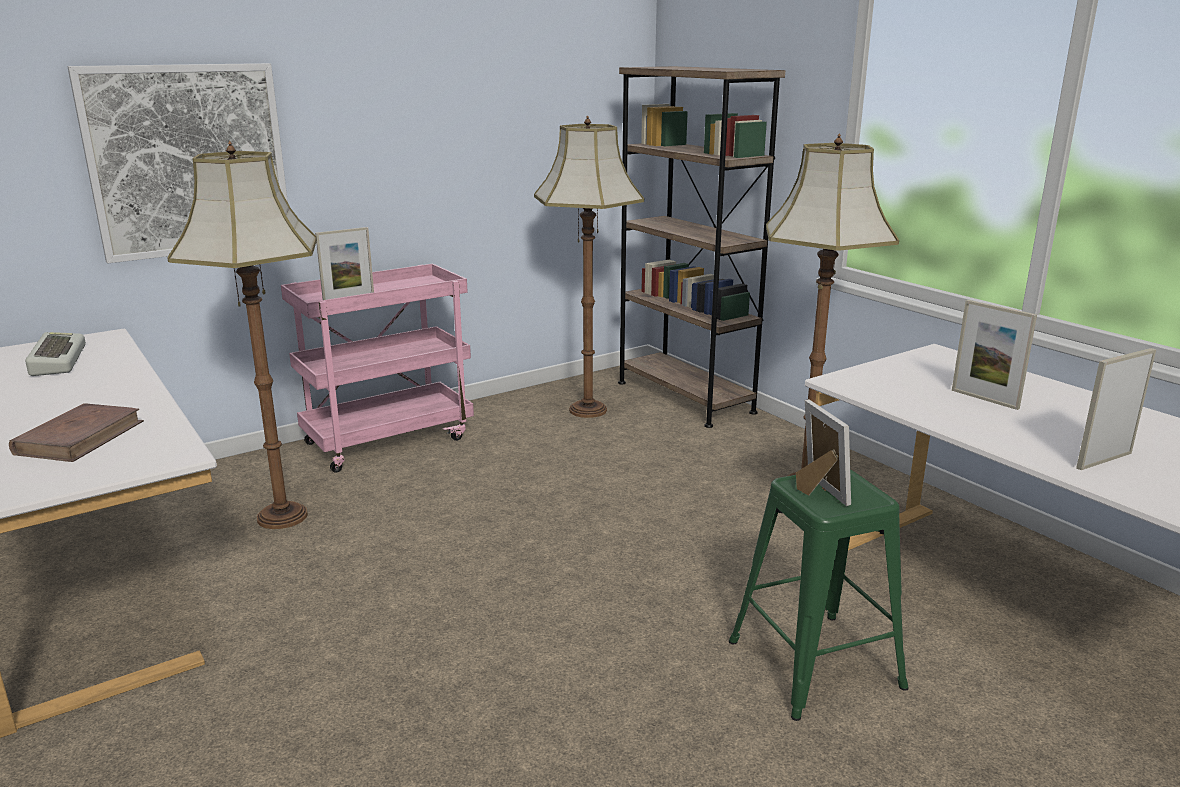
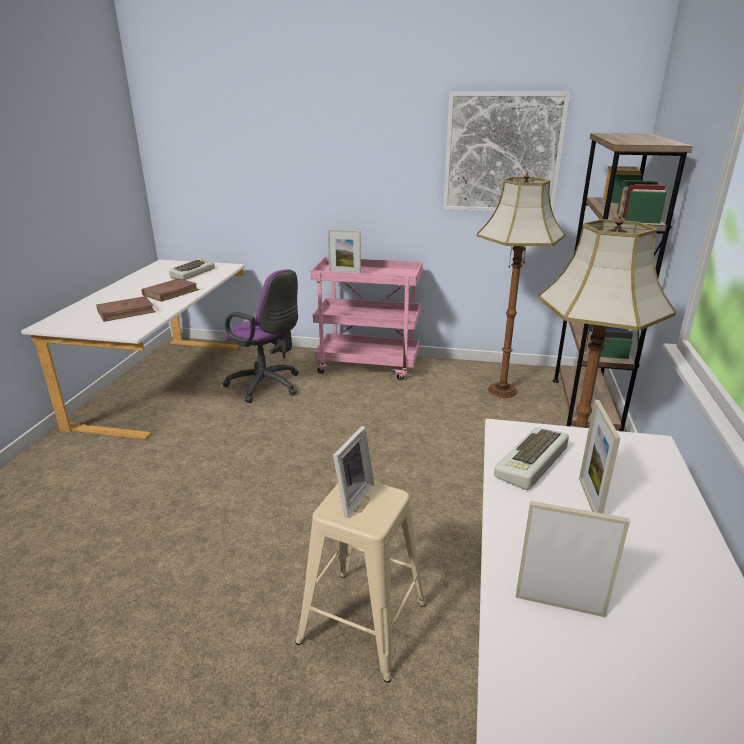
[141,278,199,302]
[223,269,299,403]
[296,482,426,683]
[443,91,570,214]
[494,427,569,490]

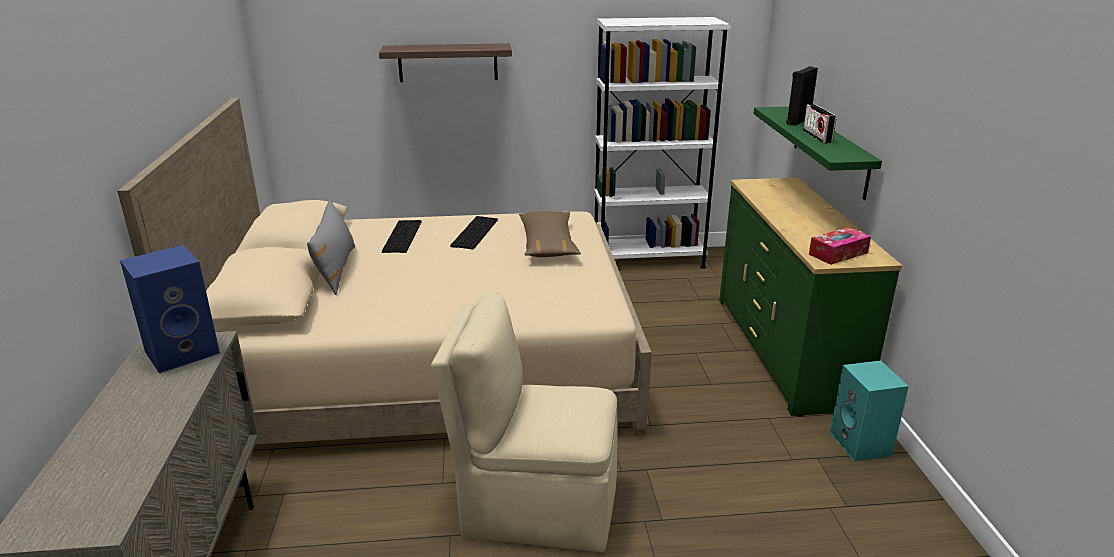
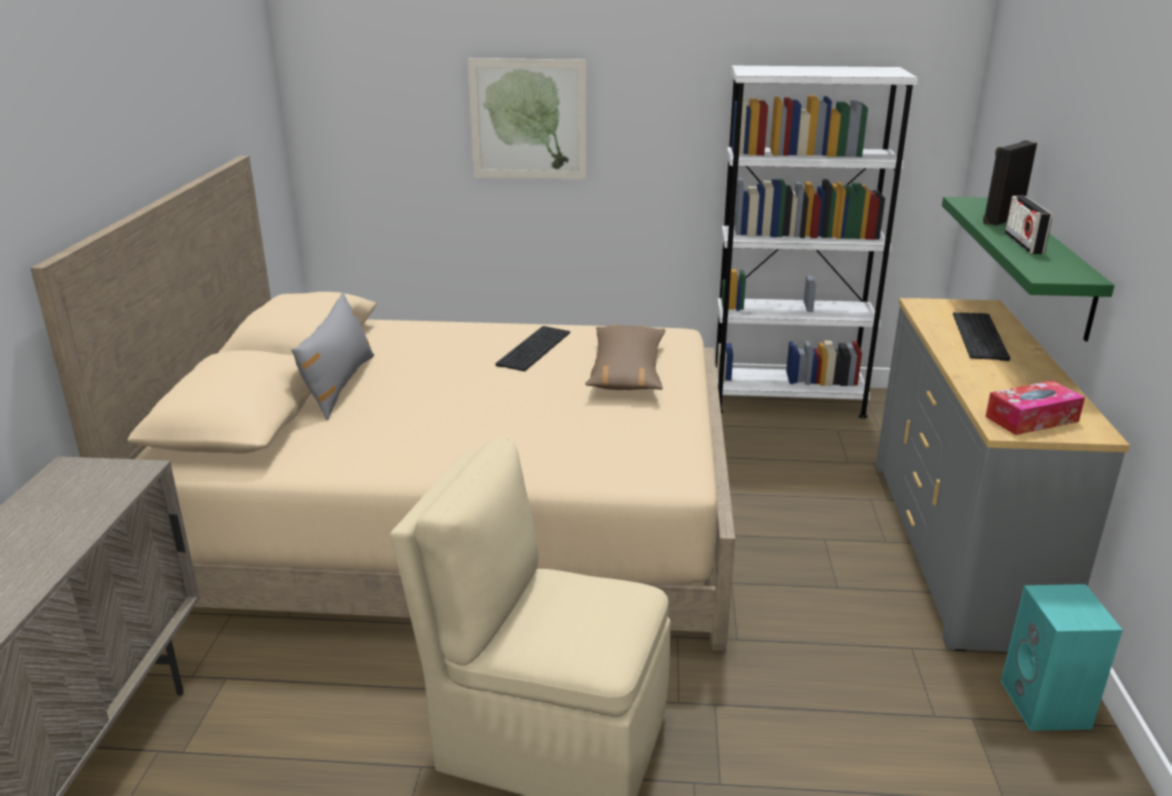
[468,58,587,179]
[876,298,1130,652]
[953,312,1010,361]
[120,245,220,373] (first image)

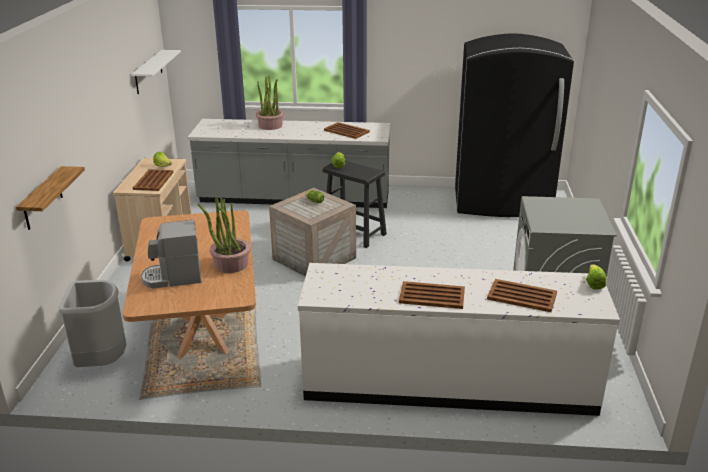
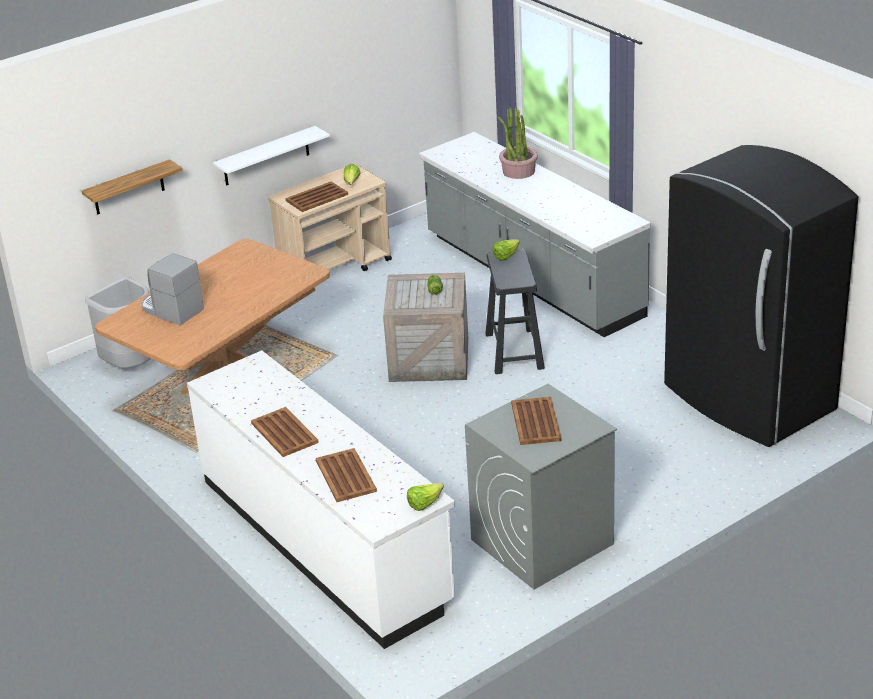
[213,126,330,186]
[511,397,562,445]
[198,197,251,273] (first image)

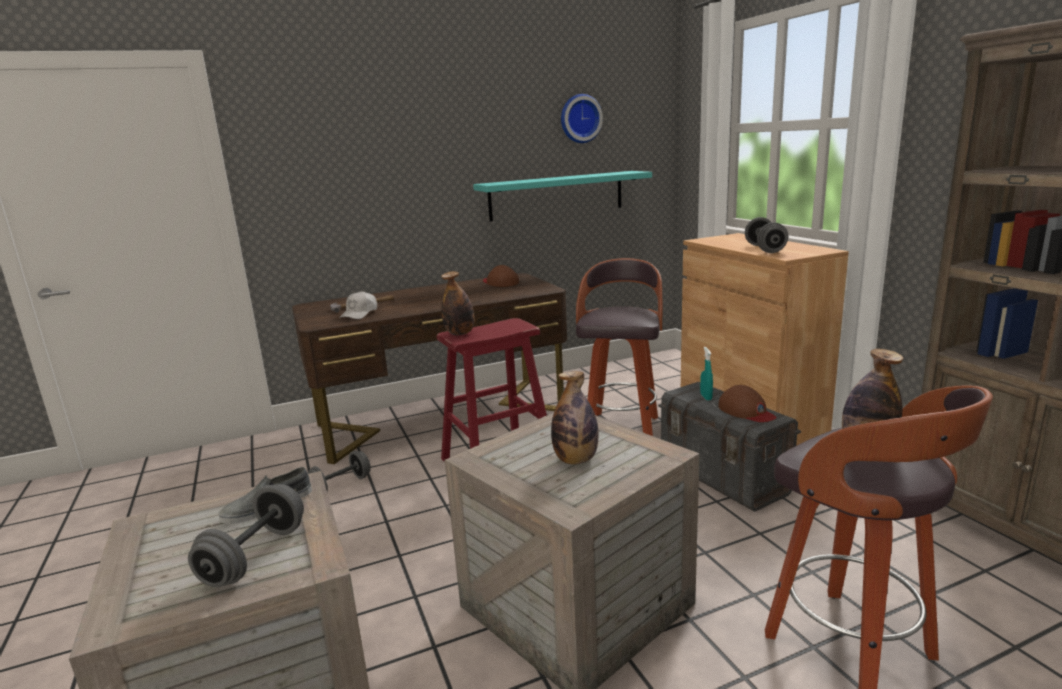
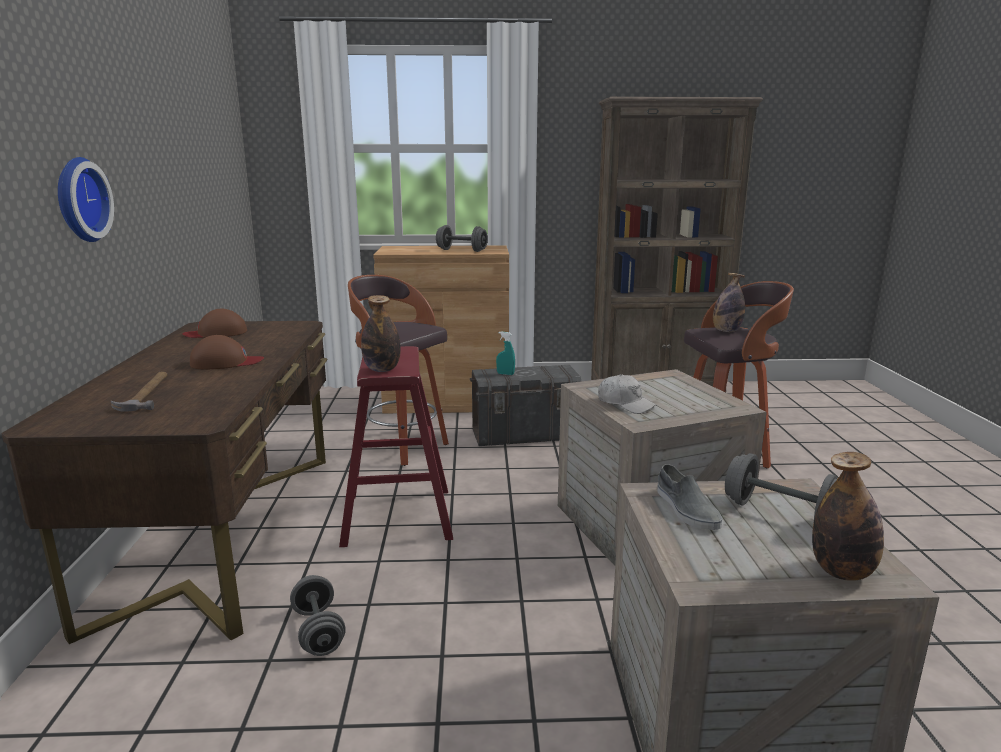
[58,157,114,242]
[190,335,264,369]
[598,374,657,414]
[812,452,884,581]
[473,171,652,222] (first image)

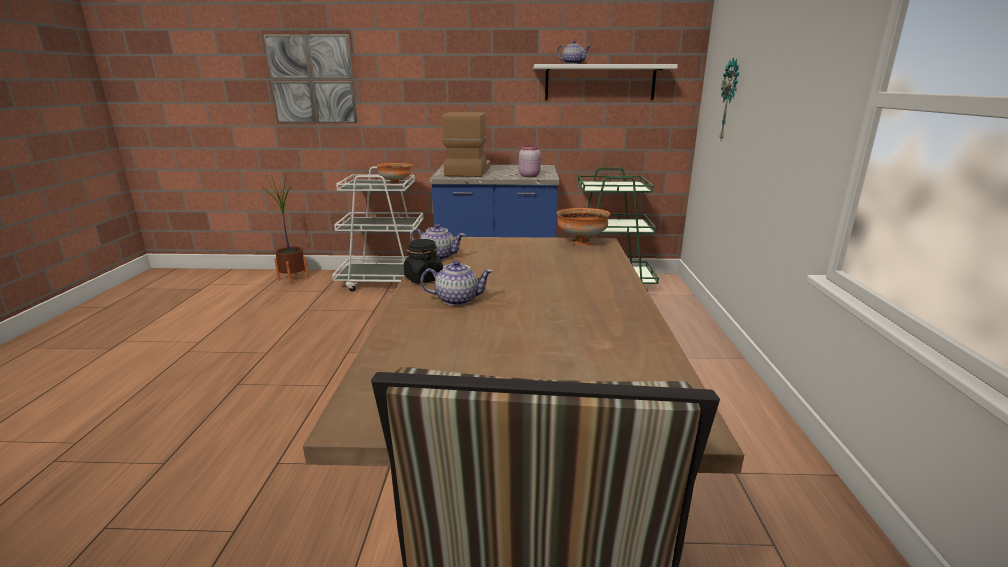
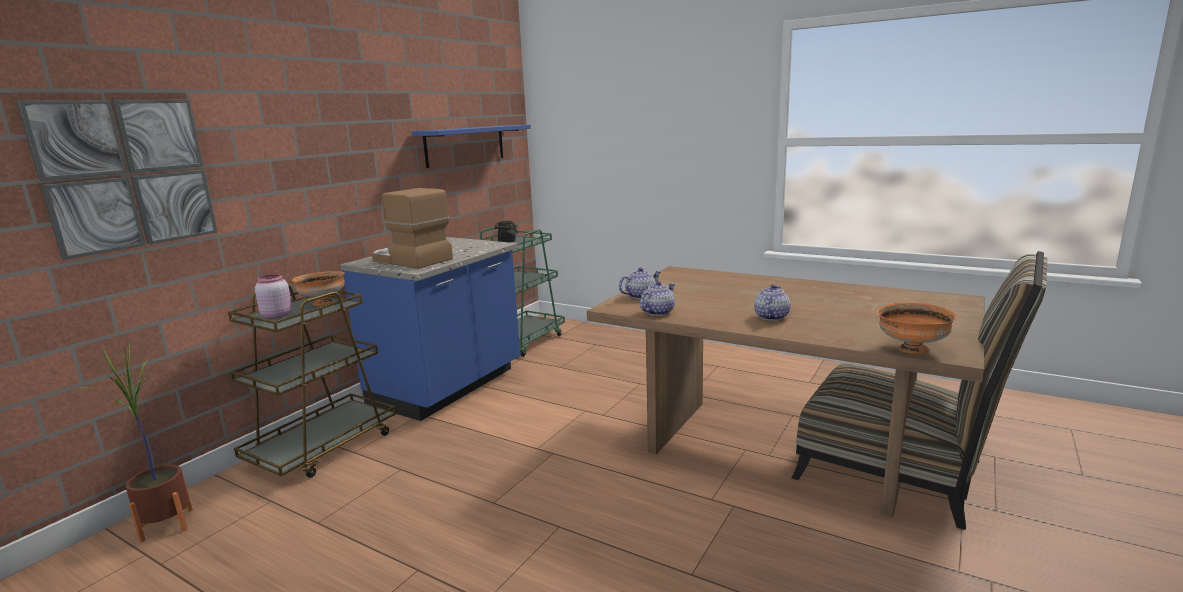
[228,284,396,478]
[255,274,292,319]
[412,125,531,168]
[495,221,518,242]
[619,267,661,299]
[877,303,957,354]
[719,57,739,140] (first image)

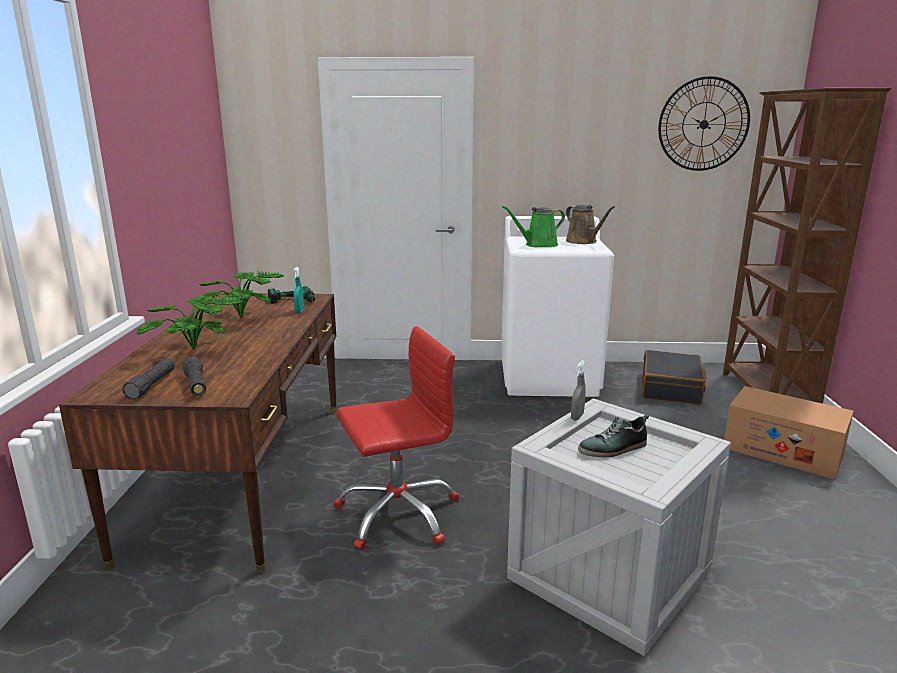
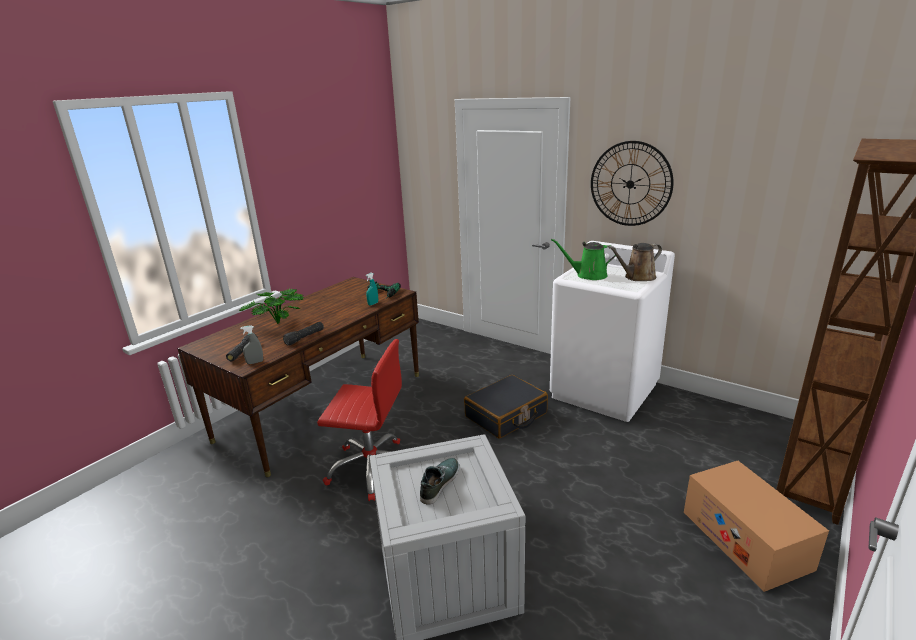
[240,325,263,364]
[283,322,324,345]
[420,458,459,505]
[464,375,548,438]
[591,141,674,226]
[608,243,662,281]
[199,271,284,318] (first image)

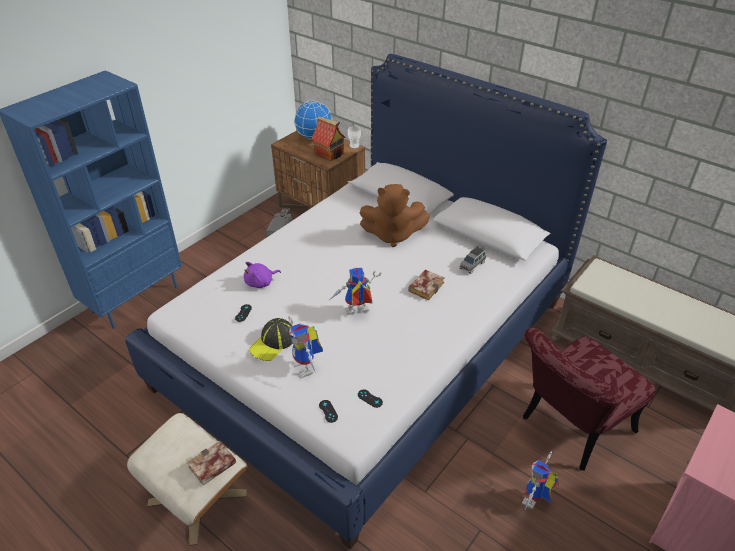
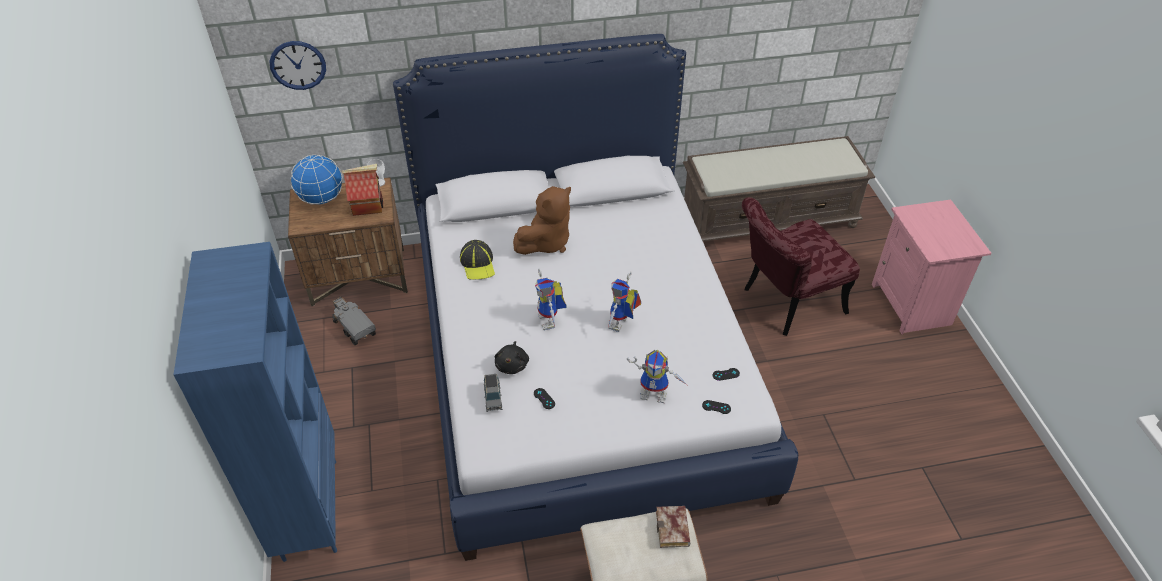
[269,41,326,90]
[460,240,495,280]
[484,374,502,412]
[495,341,529,374]
[535,269,567,330]
[742,197,860,336]
[408,270,445,300] (first image)

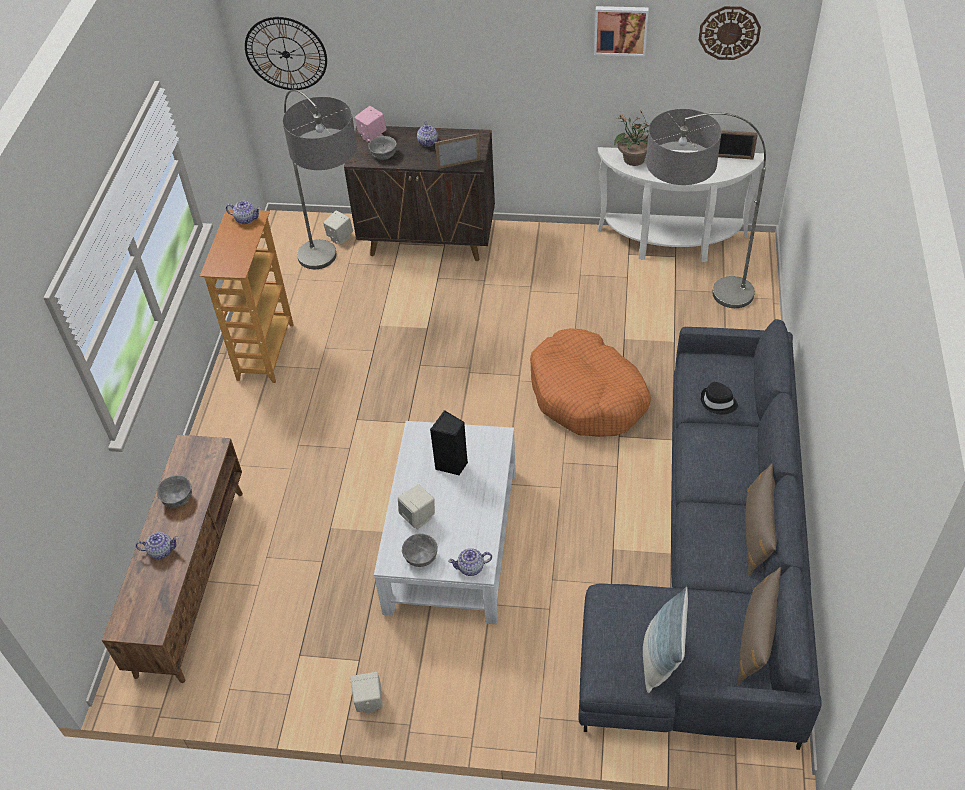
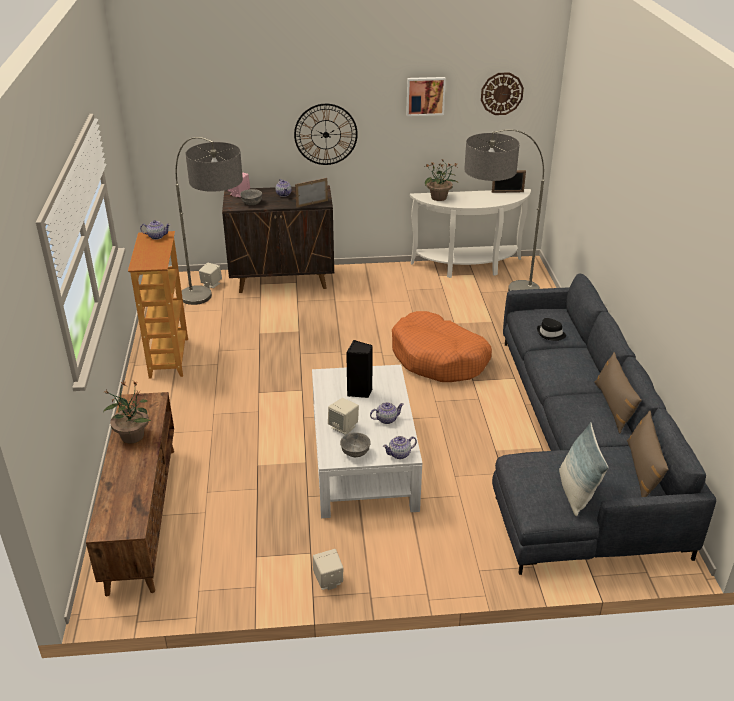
[103,380,151,444]
[294,104,358,165]
[370,402,404,424]

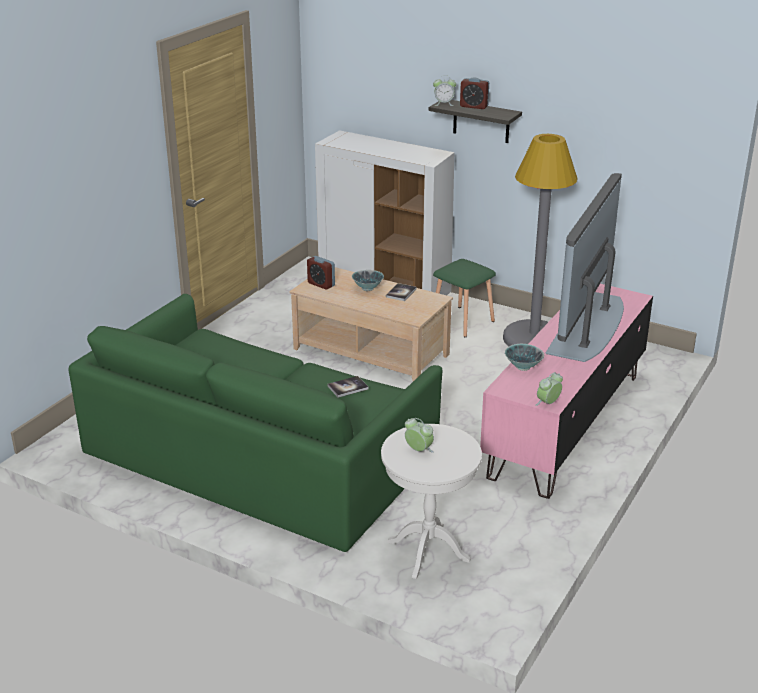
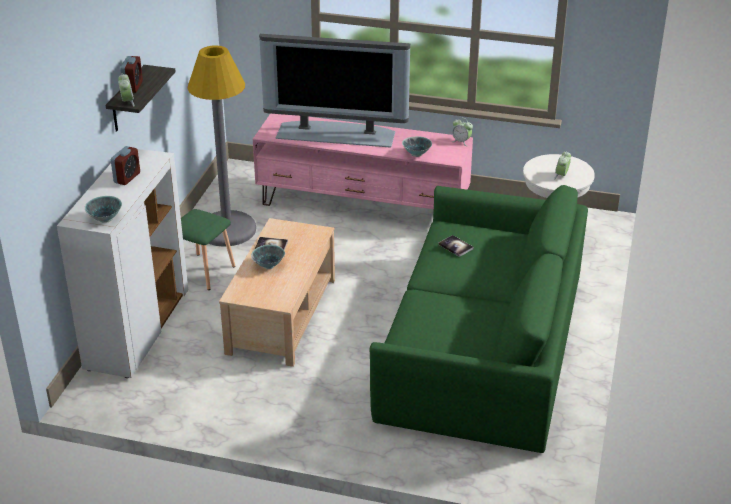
[85,196,122,223]
[111,146,140,185]

